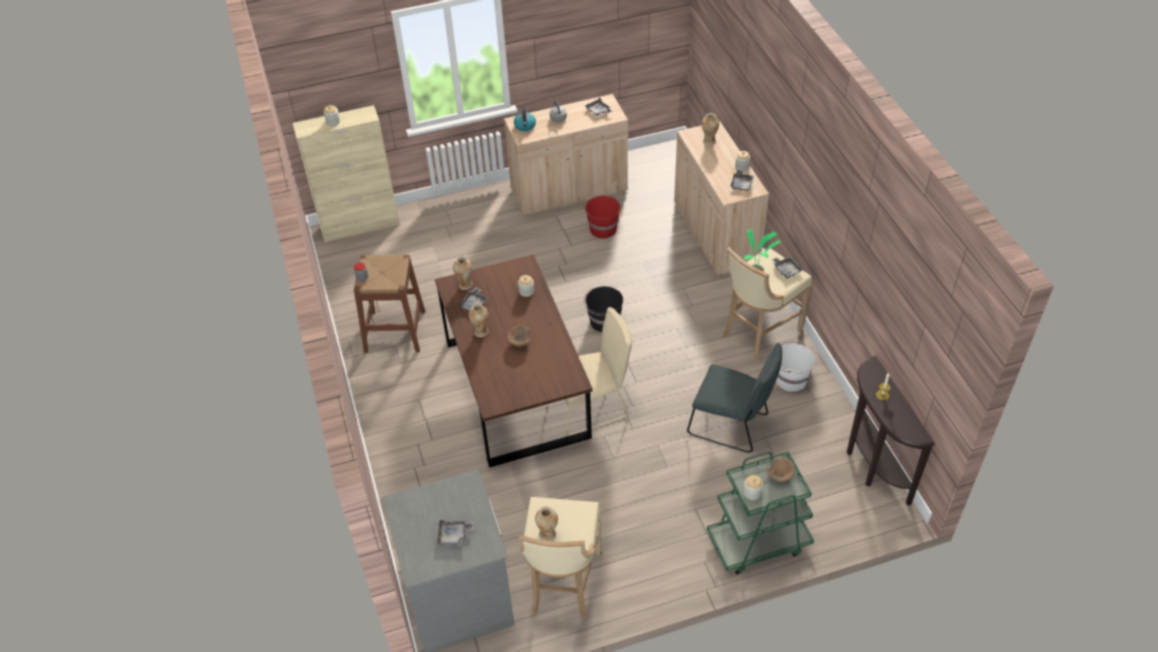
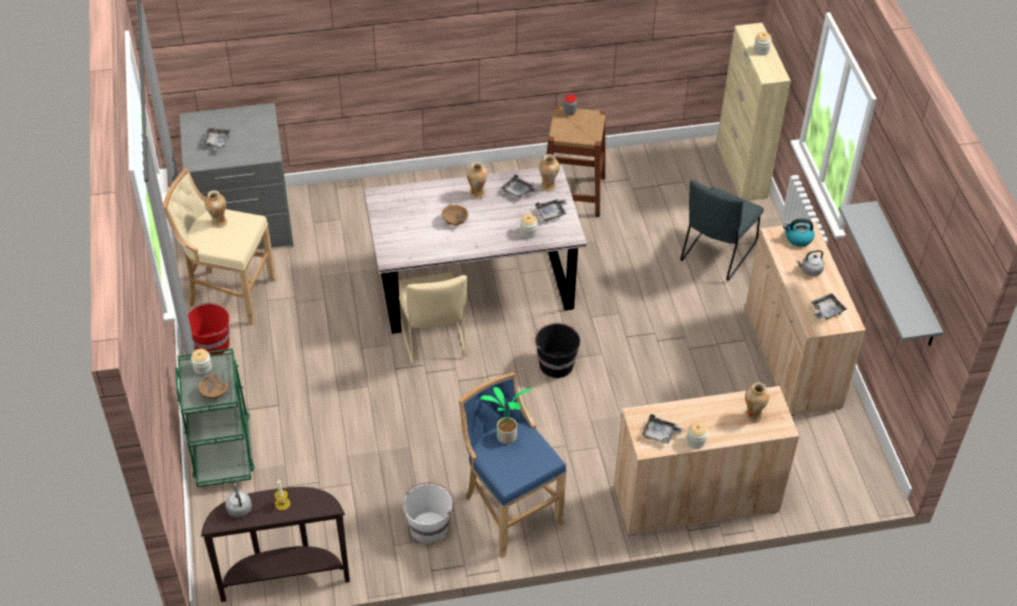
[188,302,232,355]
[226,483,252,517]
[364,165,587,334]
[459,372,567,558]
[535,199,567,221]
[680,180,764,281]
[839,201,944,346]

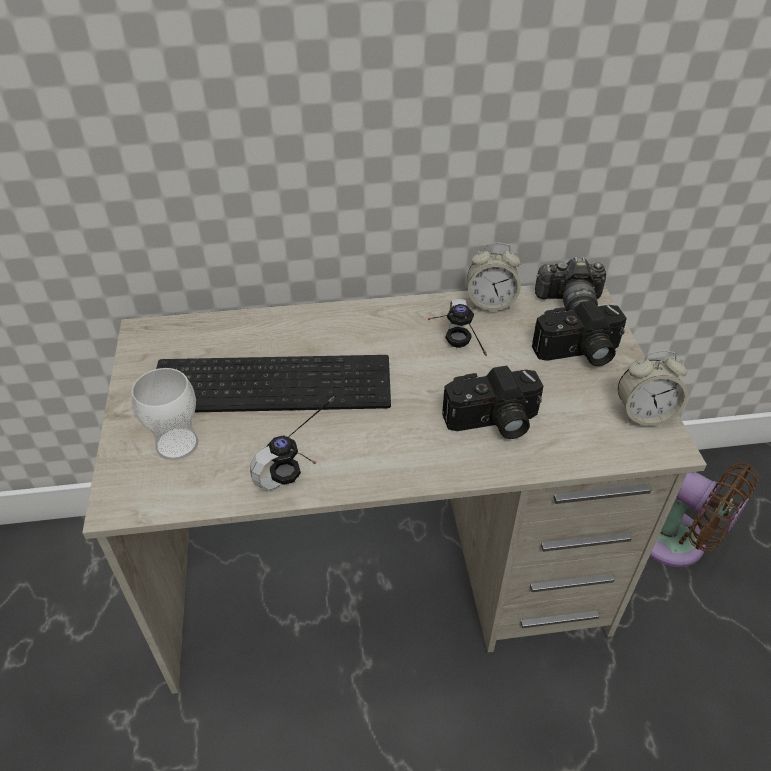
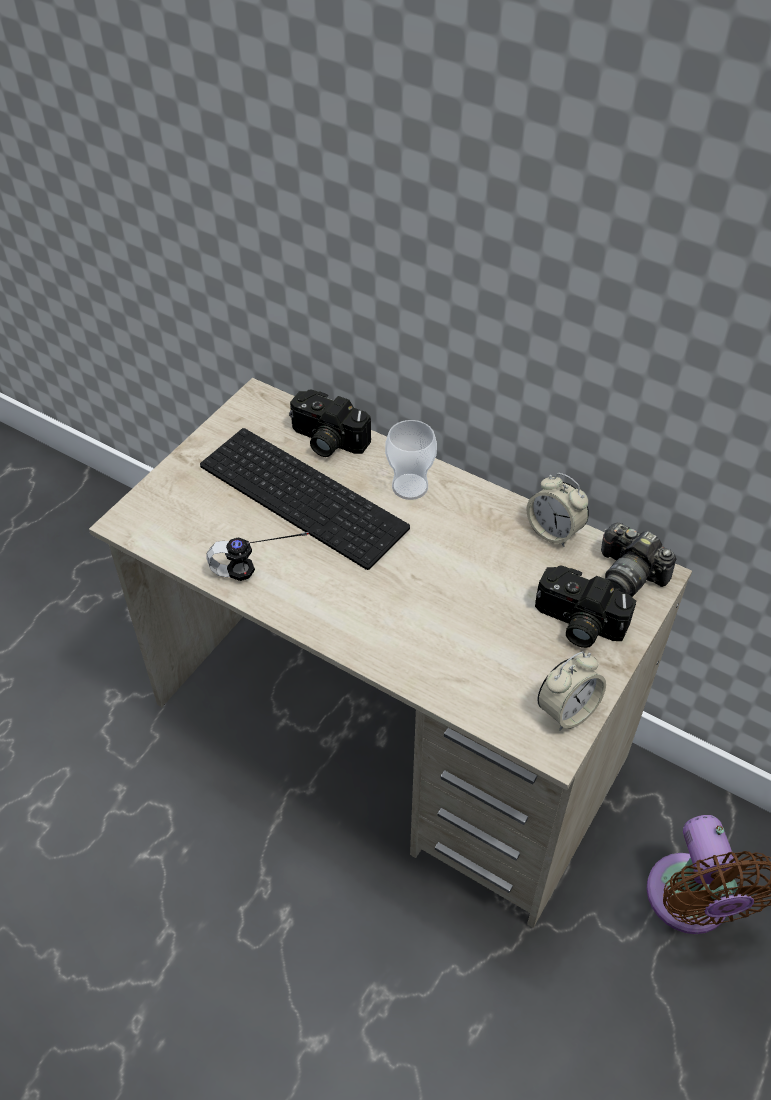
[289,390,371,457]
[385,420,437,500]
[537,651,606,731]
[428,298,487,356] (first image)

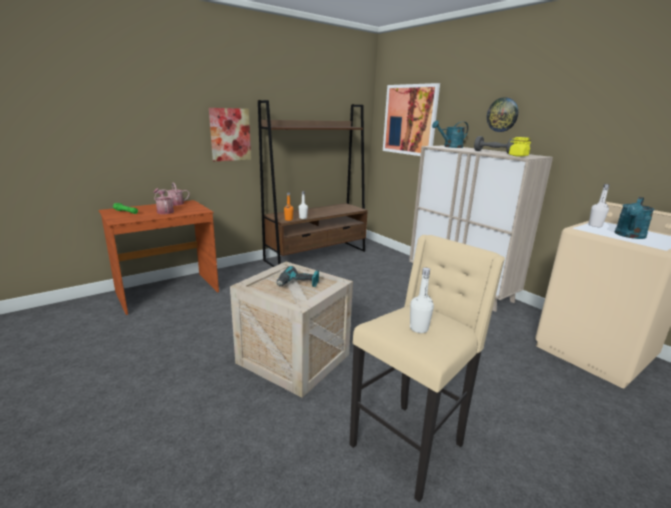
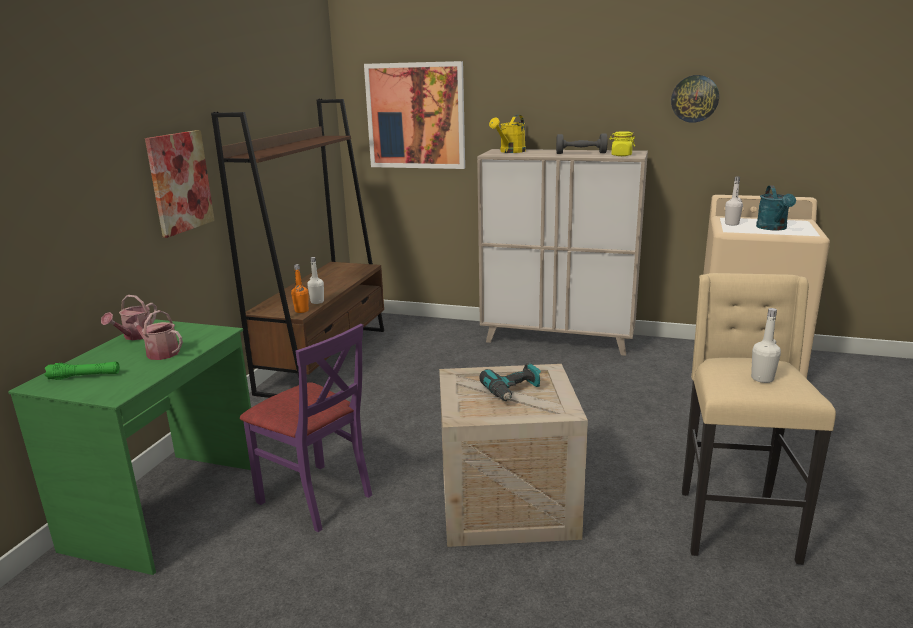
[8,319,251,575]
[240,324,372,532]
[489,115,526,153]
[671,75,719,123]

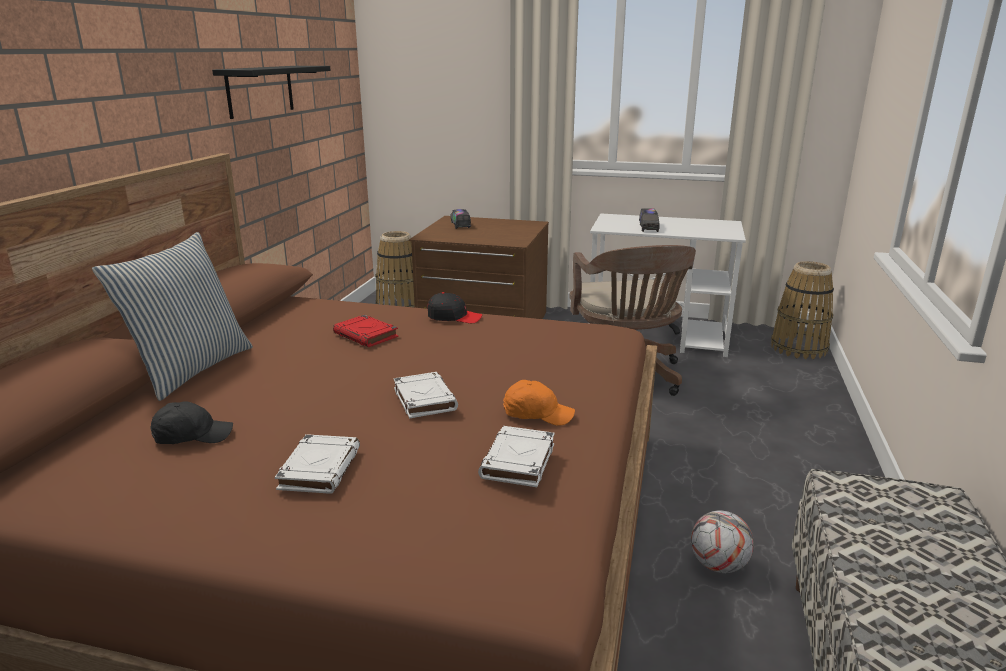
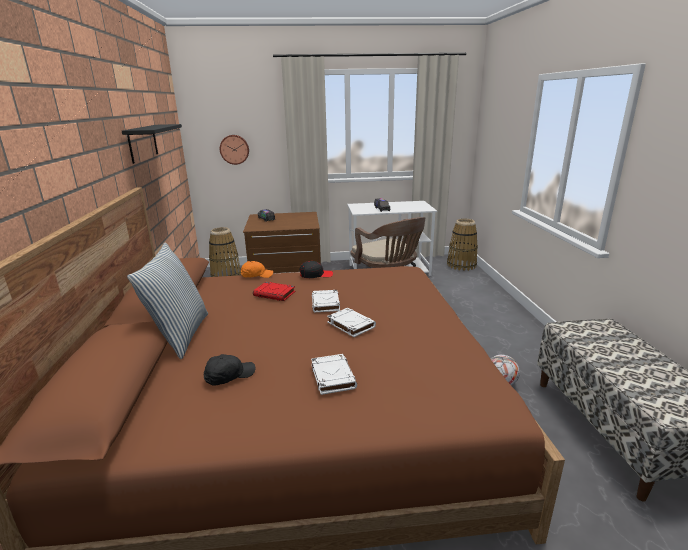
[220,135,249,165]
[241,261,273,278]
[312,290,340,312]

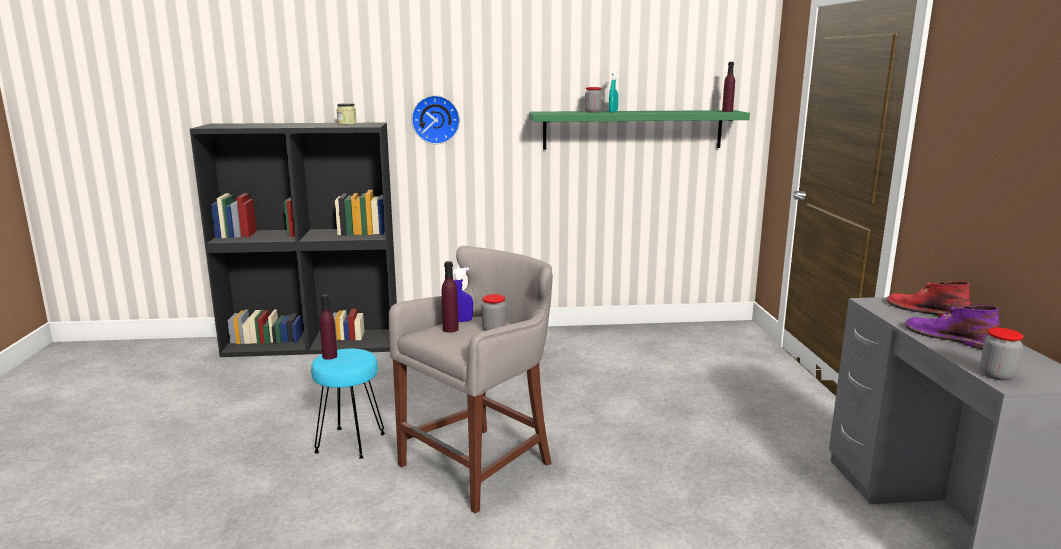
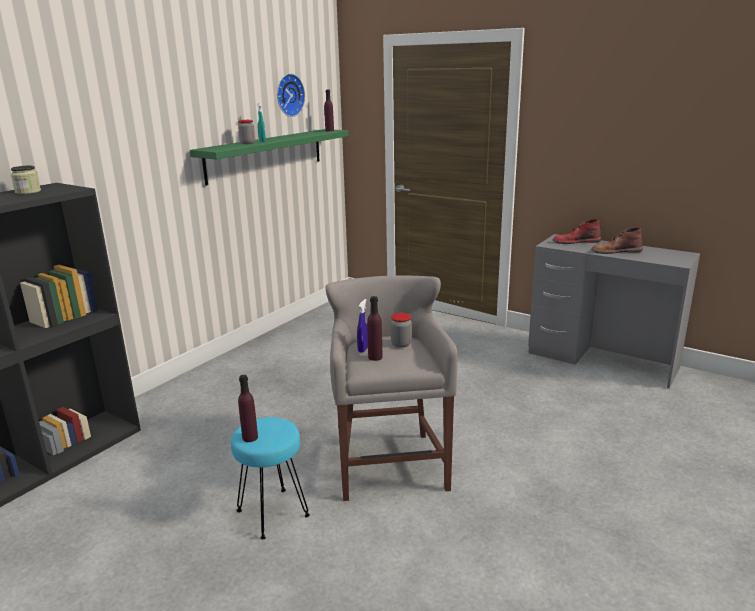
[277,74,305,117]
[591,227,643,254]
[980,328,1024,380] (first image)

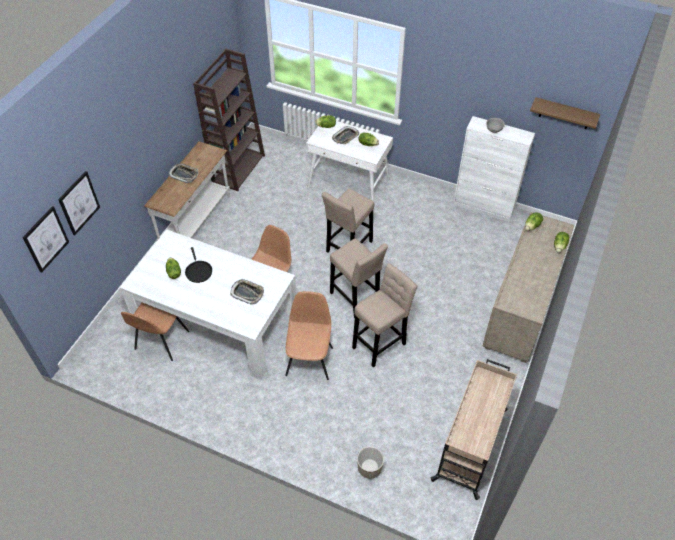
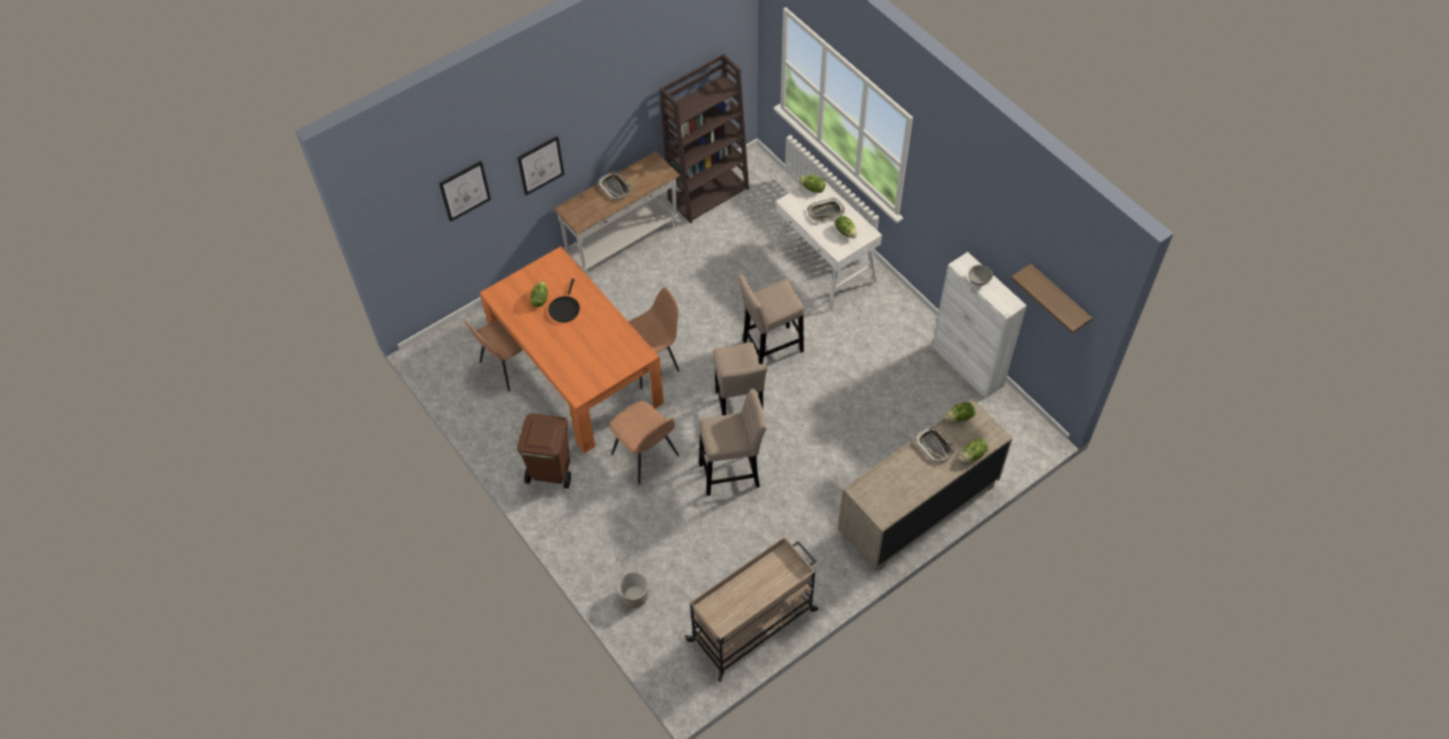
[480,246,664,454]
[517,136,564,195]
[517,413,571,489]
[610,401,679,484]
[914,426,956,464]

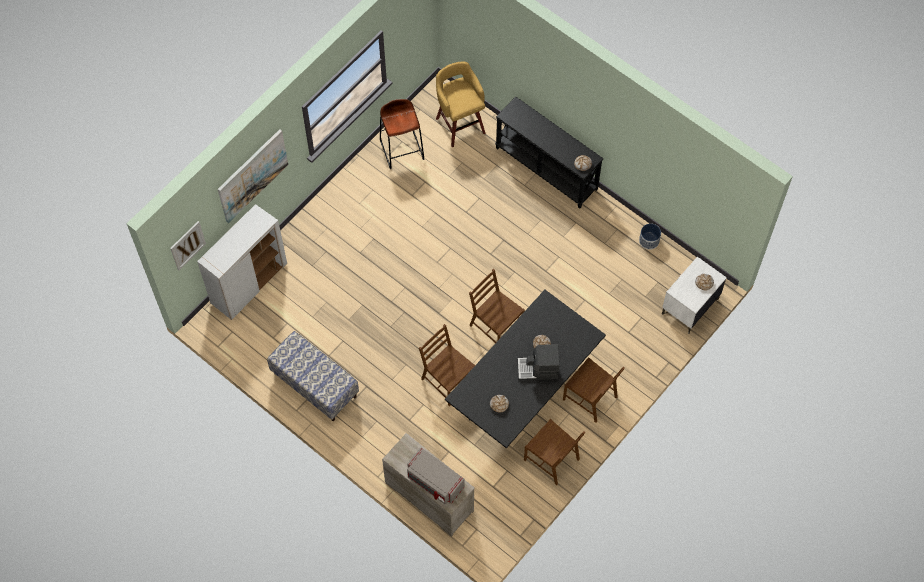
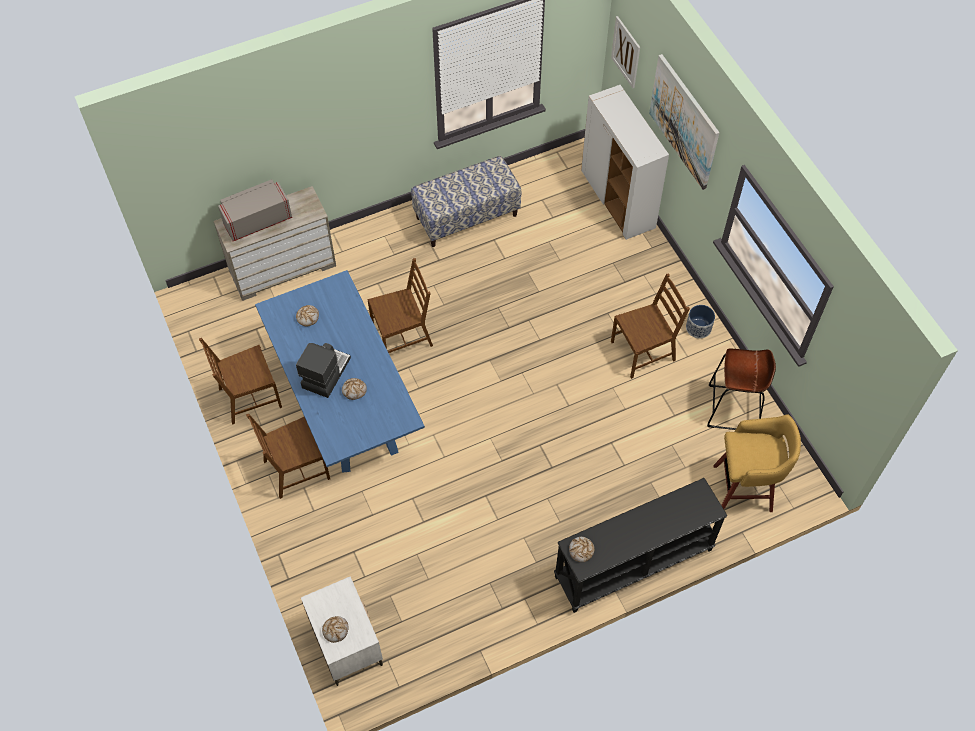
[255,270,425,473]
[611,273,690,379]
[686,305,715,339]

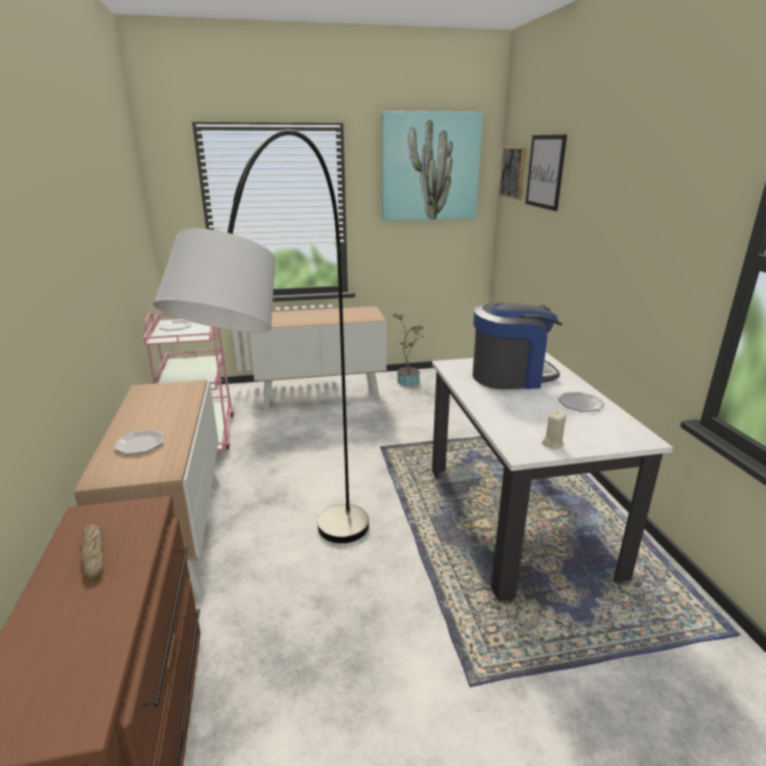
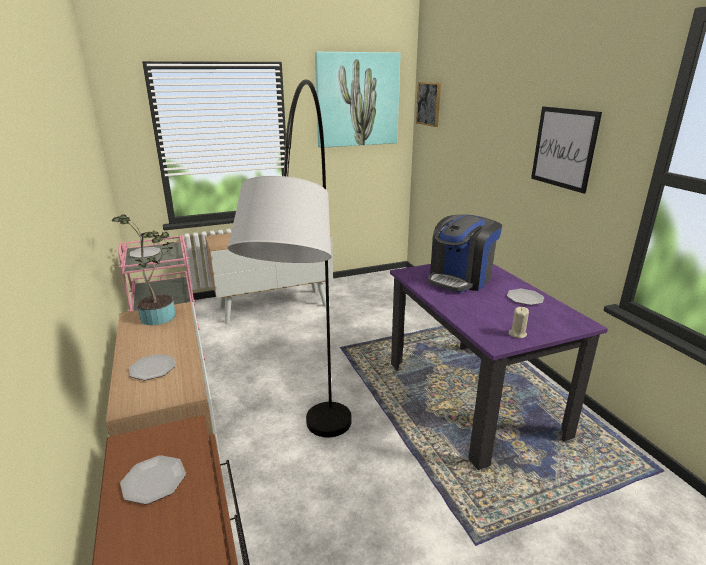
[112,214,176,325]
[120,455,186,504]
[390,264,608,470]
[428,214,502,292]
[531,106,602,194]

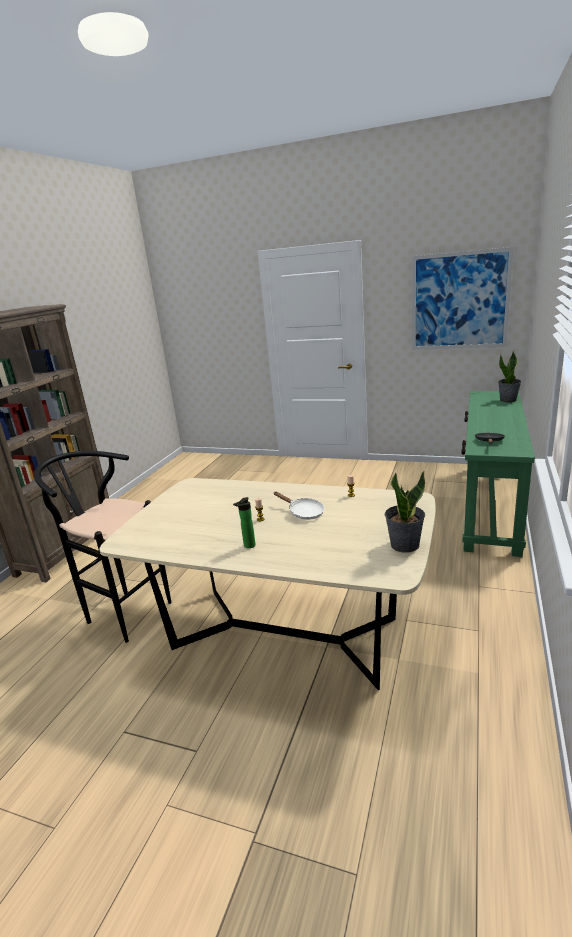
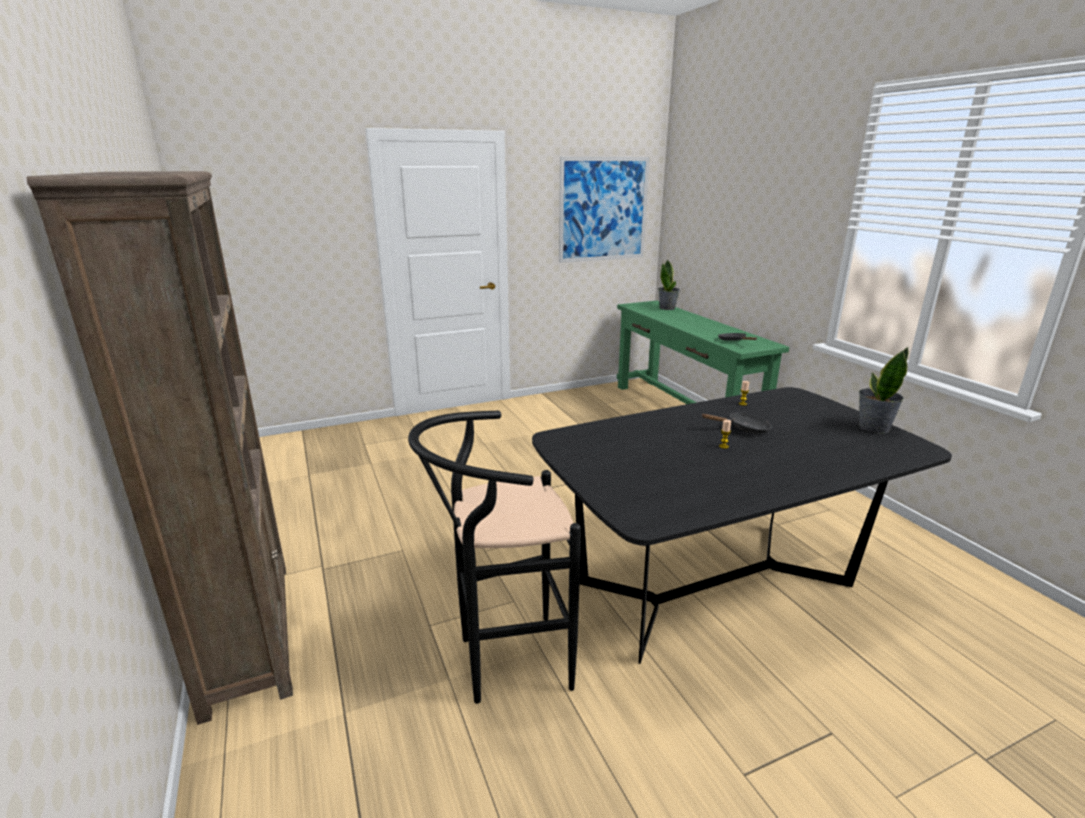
[532,387,952,664]
[701,413,771,434]
[233,497,256,548] (first image)

